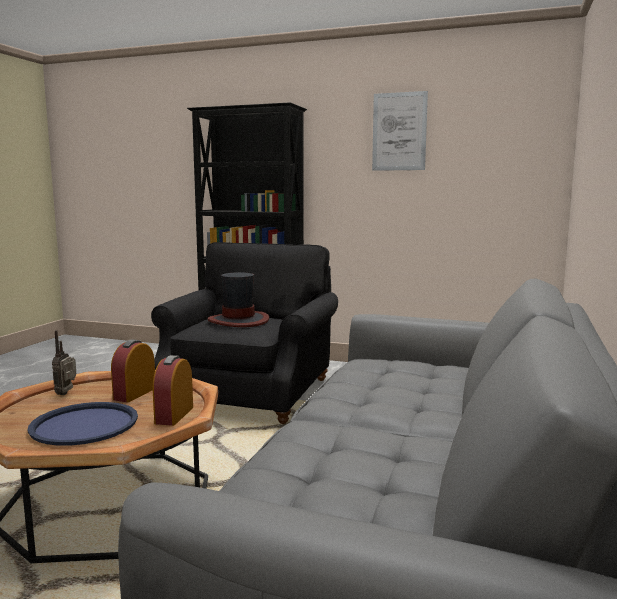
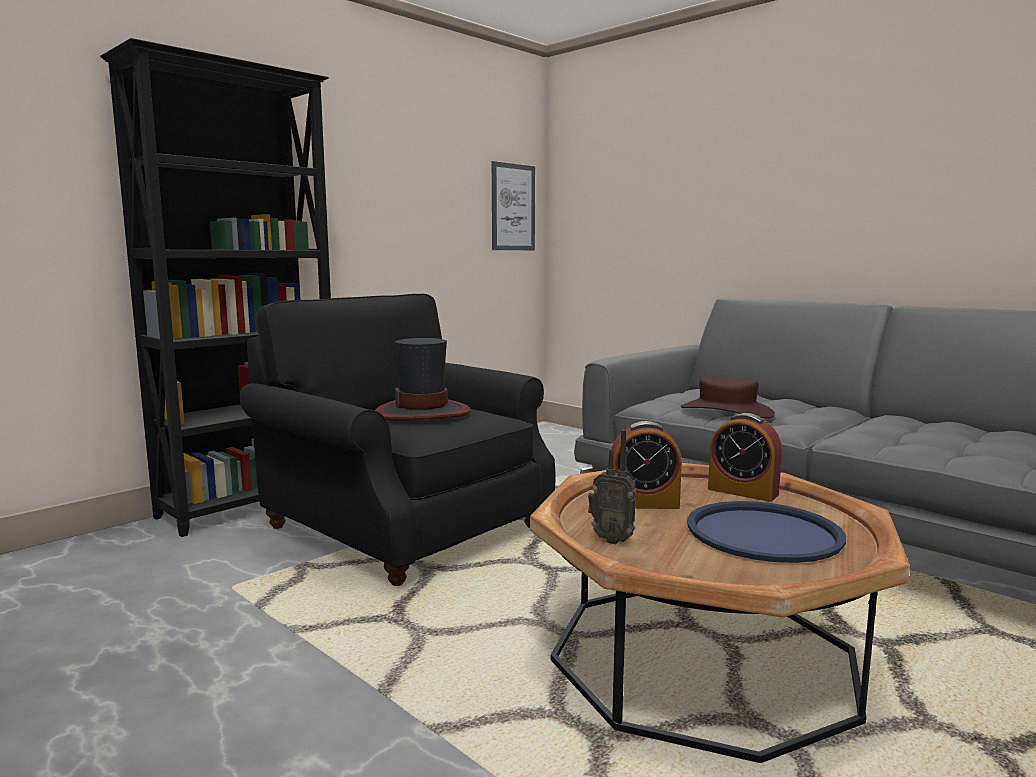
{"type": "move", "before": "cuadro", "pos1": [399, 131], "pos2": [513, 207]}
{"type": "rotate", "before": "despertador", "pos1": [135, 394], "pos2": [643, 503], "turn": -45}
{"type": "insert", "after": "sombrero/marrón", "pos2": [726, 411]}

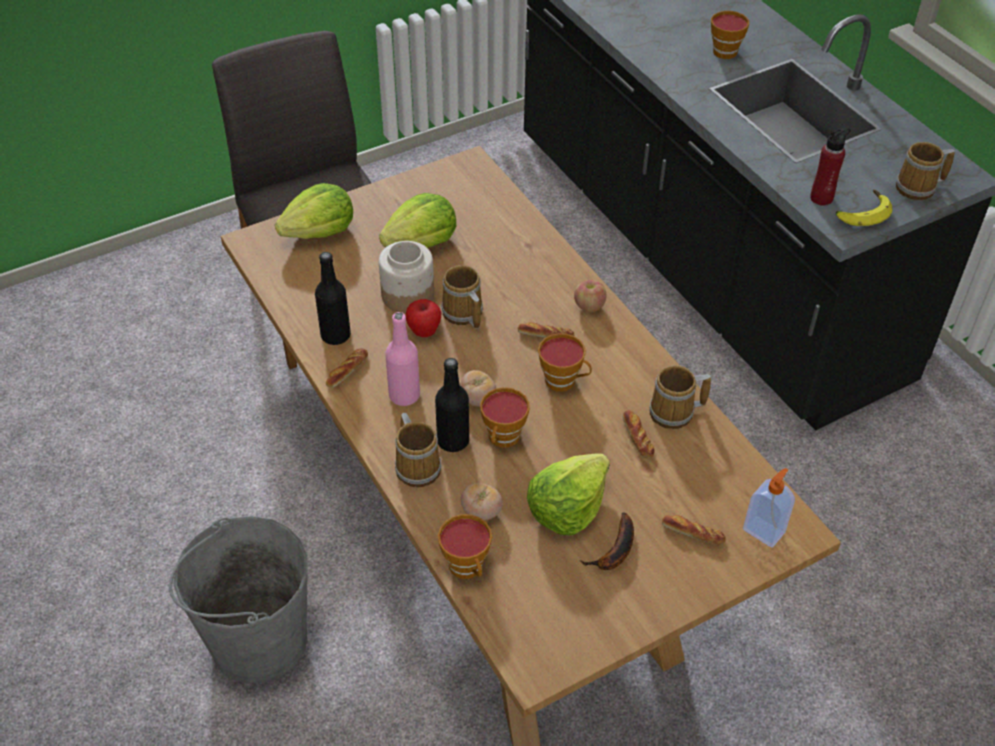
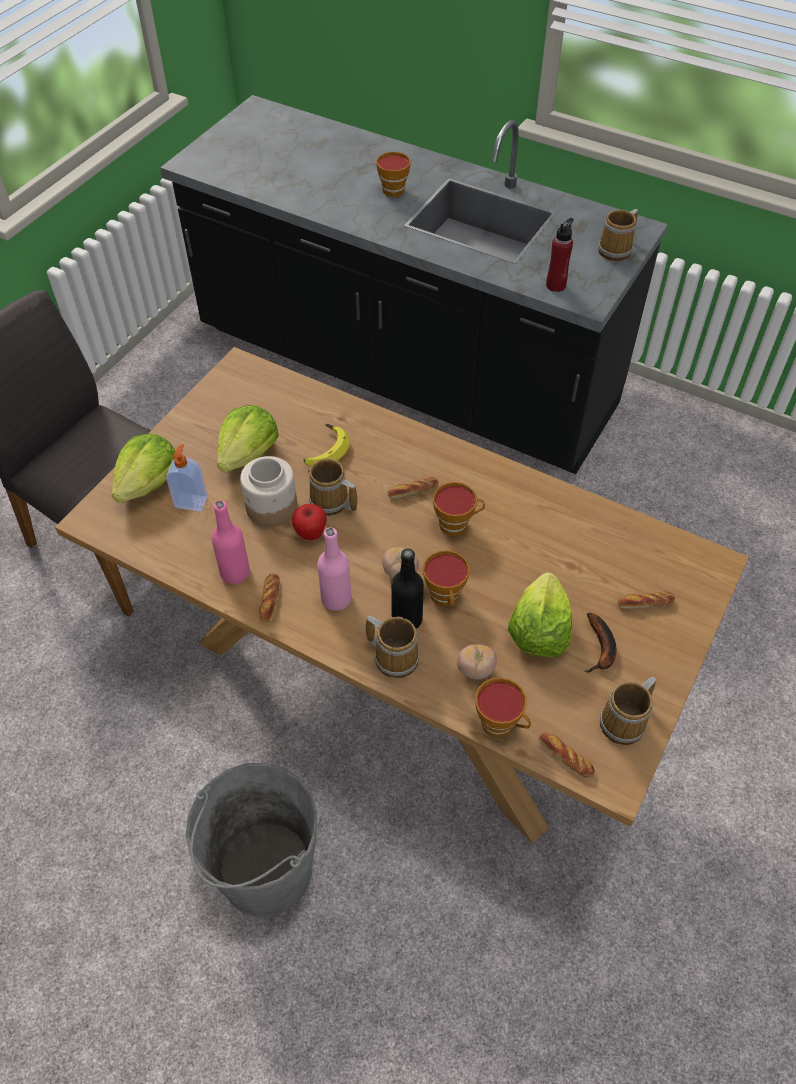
{"type": "move", "before": "dispensador de jabón", "pos1": [764, 530], "pos2": [191, 501]}
{"type": "recolor", "before": "botella/negro", "after": "botella/rosa", "pos1": [335, 335], "pos2": [235, 573]}
{"type": "move", "before": "plátano", "pos1": [861, 213], "pos2": [324, 450]}
{"type": "move", "before": "pan", "pos1": [637, 437], "pos2": [565, 757]}
{"type": "move", "before": "taza grande", "pos1": [675, 413], "pos2": [625, 722]}
{"type": "delete", "before": "manzana", "pos1": [589, 306]}

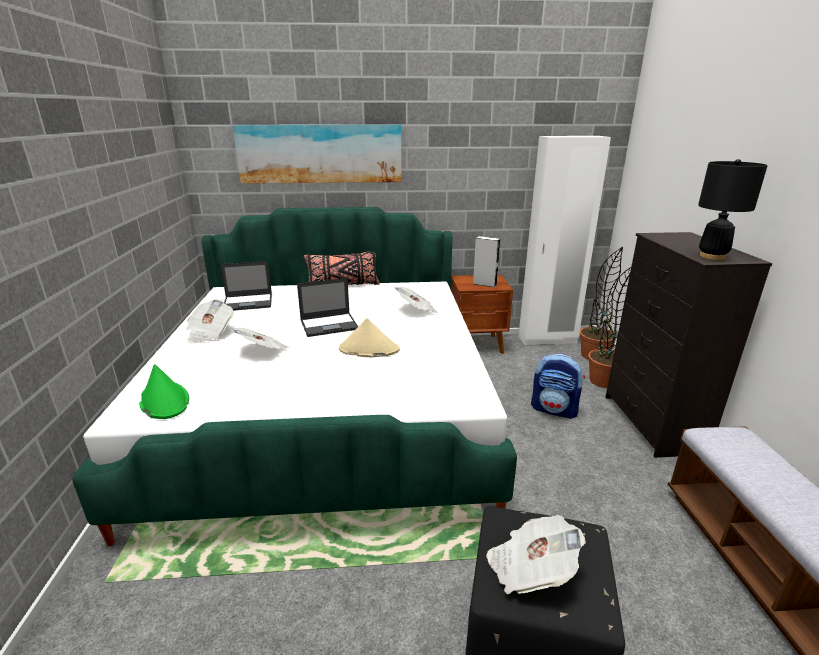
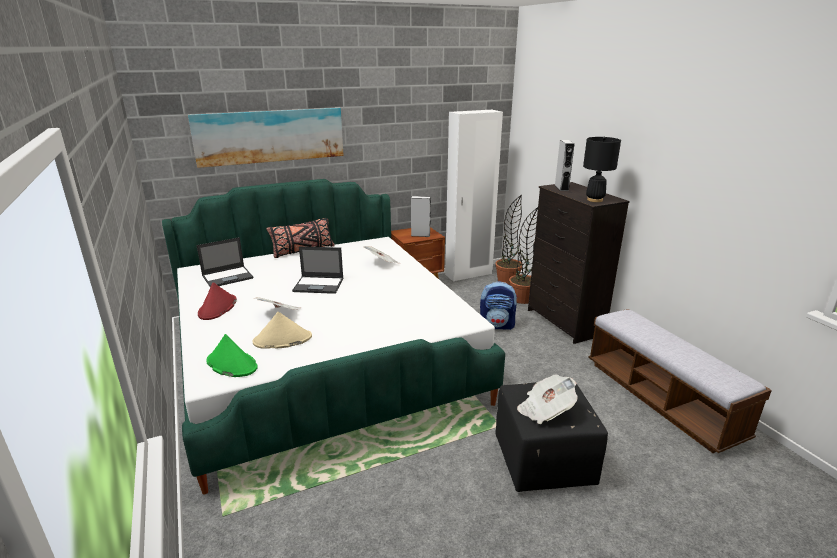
{"type": "replace", "before": "periódico", "after": "sombrero/rojo", "pos1": [210, 333], "pos2": [217, 308]}
{"type": "move", "before": "sombrero/beis", "pos1": [368, 349], "pos2": [282, 340]}
{"type": "rotate", "before": "portátil", "pos1": [330, 325], "pos2": [319, 285], "turn": 45}
{"type": "insert", "after": "altavoz/gris", "pos2": [561, 188]}

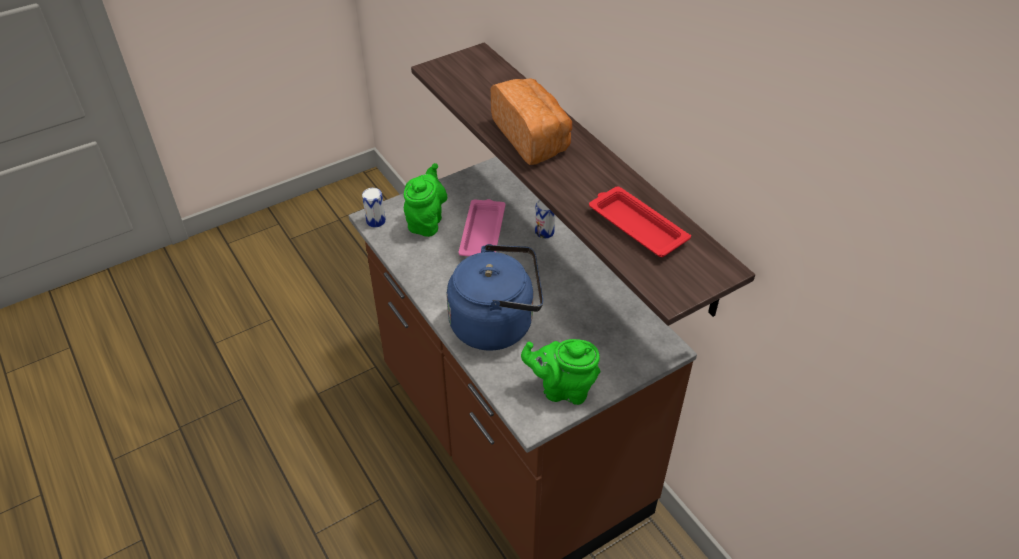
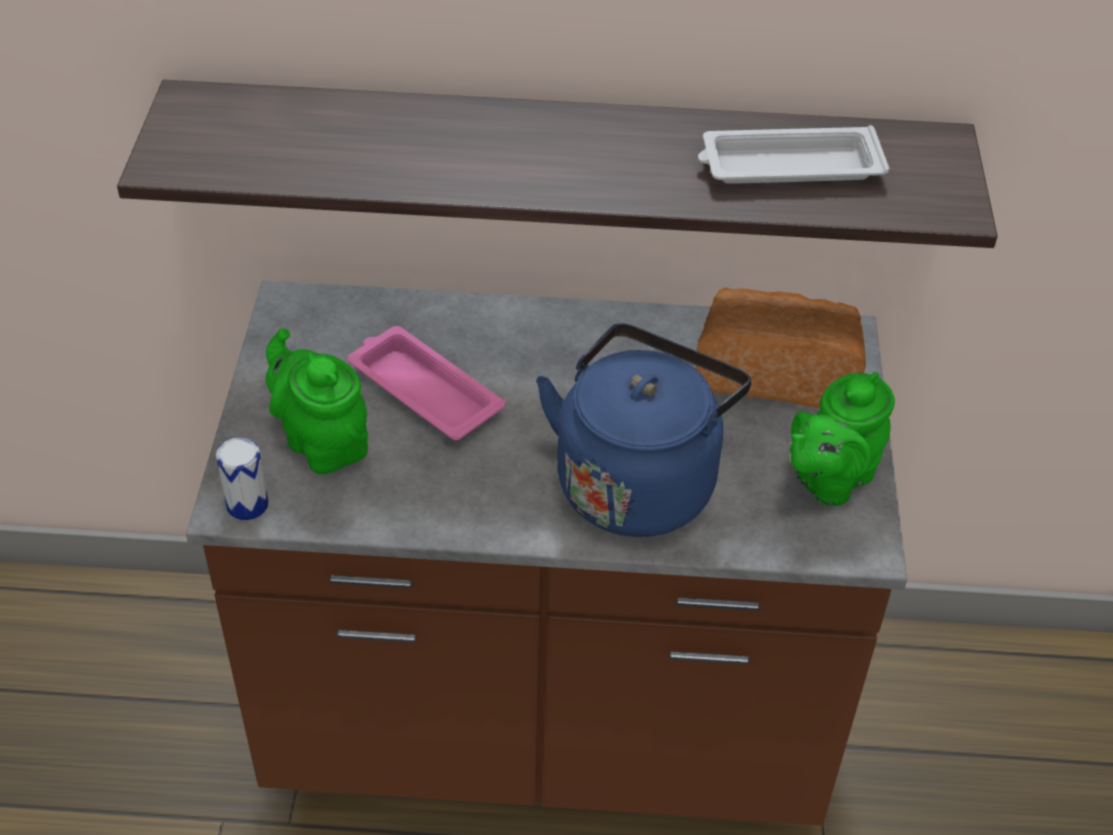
{"type": "move", "before": "pan", "pos1": [532, 137], "pos2": [776, 372]}
{"type": "recolor", "before": "bandeja/rojo", "after": "bandeja/blanco", "pos1": [635, 226], "pos2": [788, 166]}
{"type": "delete", "before": "lata", "pos1": [544, 232]}

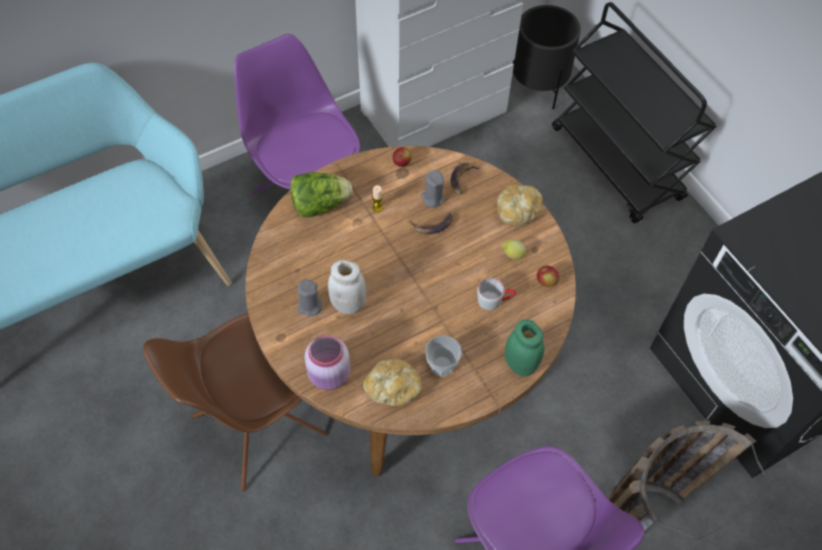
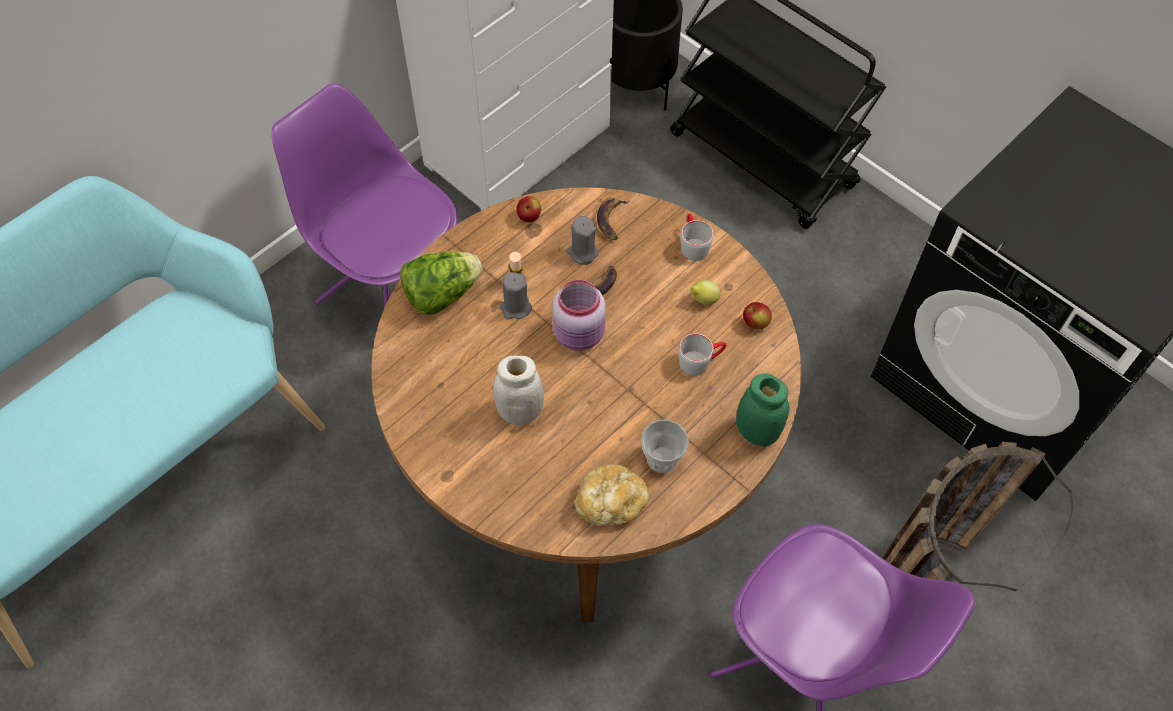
{"type": "move", "before": "vela/gris", "pos1": [309, 306], "pos2": [516, 308]}
{"type": "move", "before": "tarro/rosa", "pos1": [330, 375], "pos2": [580, 335]}
{"type": "replace", "before": "pan", "after": "taza grande/gris", "pos1": [517, 211], "pos2": [692, 244]}
{"type": "delete", "before": "silla/marrón", "pos1": [256, 426]}

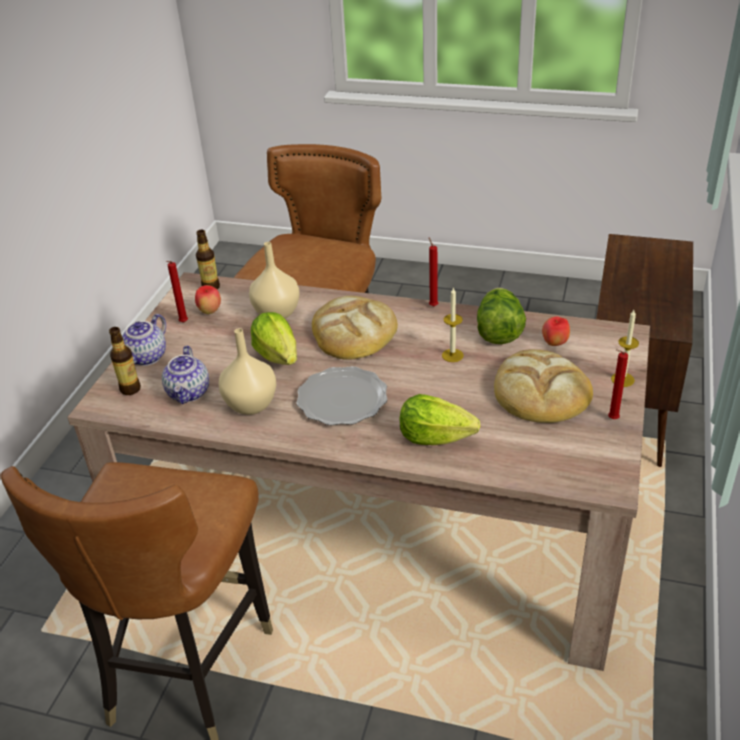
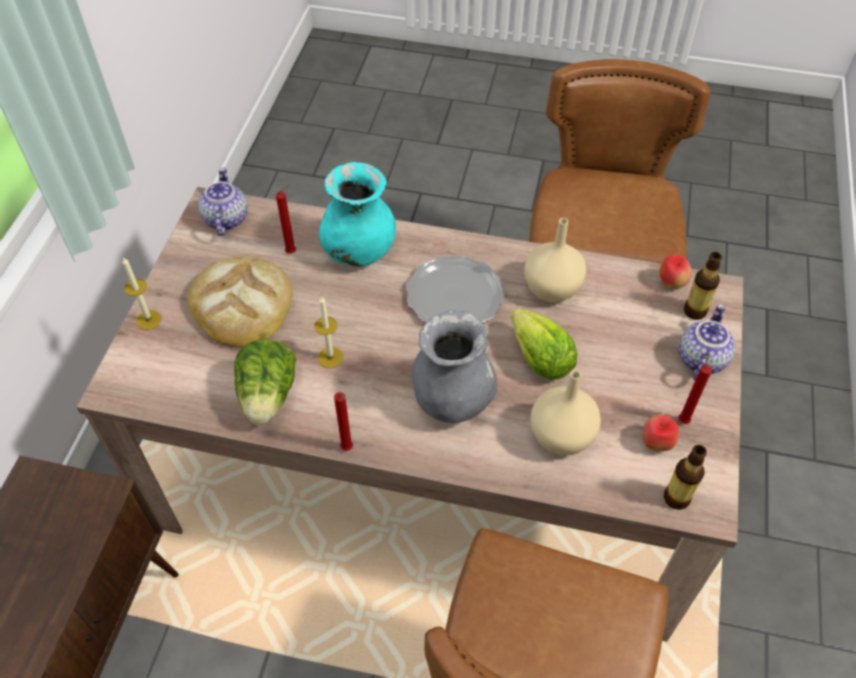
{"type": "move", "before": "tetera", "pos1": [189, 393], "pos2": [225, 218]}
{"type": "move", "before": "vela/rojo", "pos1": [611, 419], "pos2": [293, 252]}
{"type": "replace", "before": "lechuga", "after": "florero/turquesa", "pos1": [434, 437], "pos2": [359, 251]}
{"type": "replace", "before": "pan", "after": "florero/gris", "pos1": [354, 332], "pos2": [452, 399]}
{"type": "move", "before": "manzana", "pos1": [554, 343], "pos2": [671, 283]}

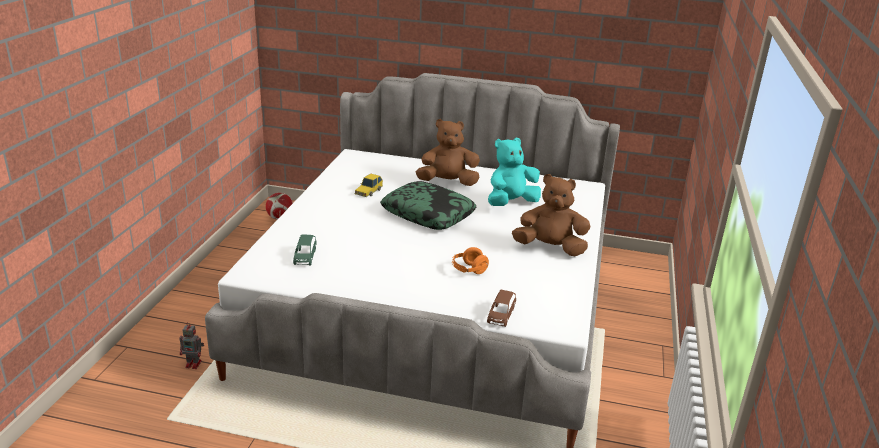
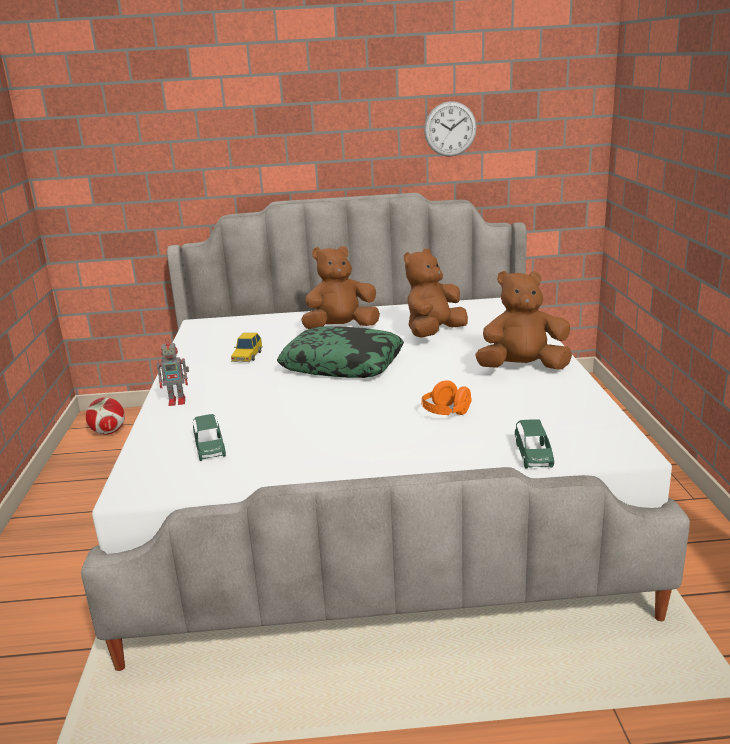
{"type": "move", "before": "robot de juguete", "pos1": [194, 364], "pos2": [178, 401]}
{"type": "recolor", "before": "peluche/turquesa", "after": "peluche/marrón", "pos1": [511, 203], "pos2": [434, 333]}
{"type": "insert", "after": "reloj de pared", "pos2": [450, 129]}
{"type": "recolor", "before": "coche de juguete/marrón", "after": "coche de juguete/verde", "pos1": [501, 315], "pos2": [533, 455]}

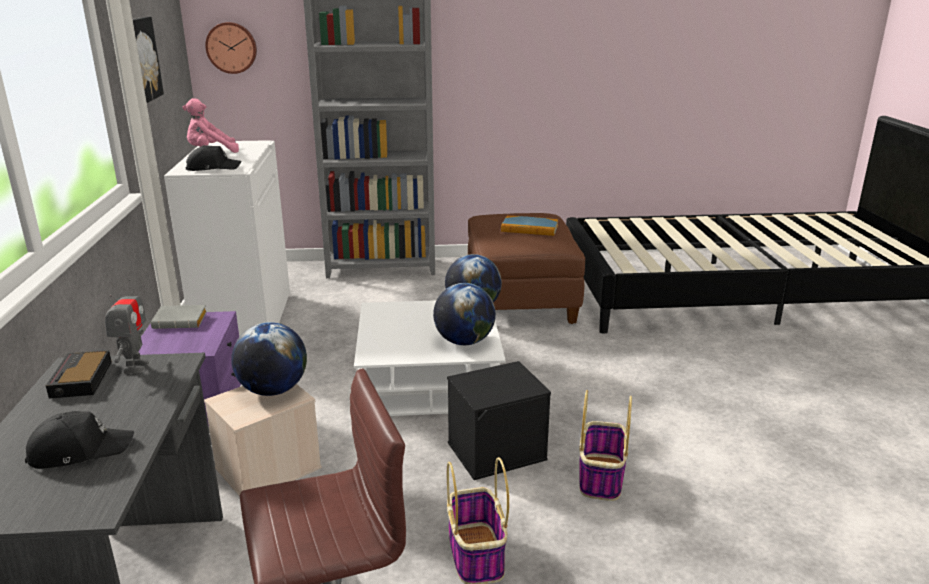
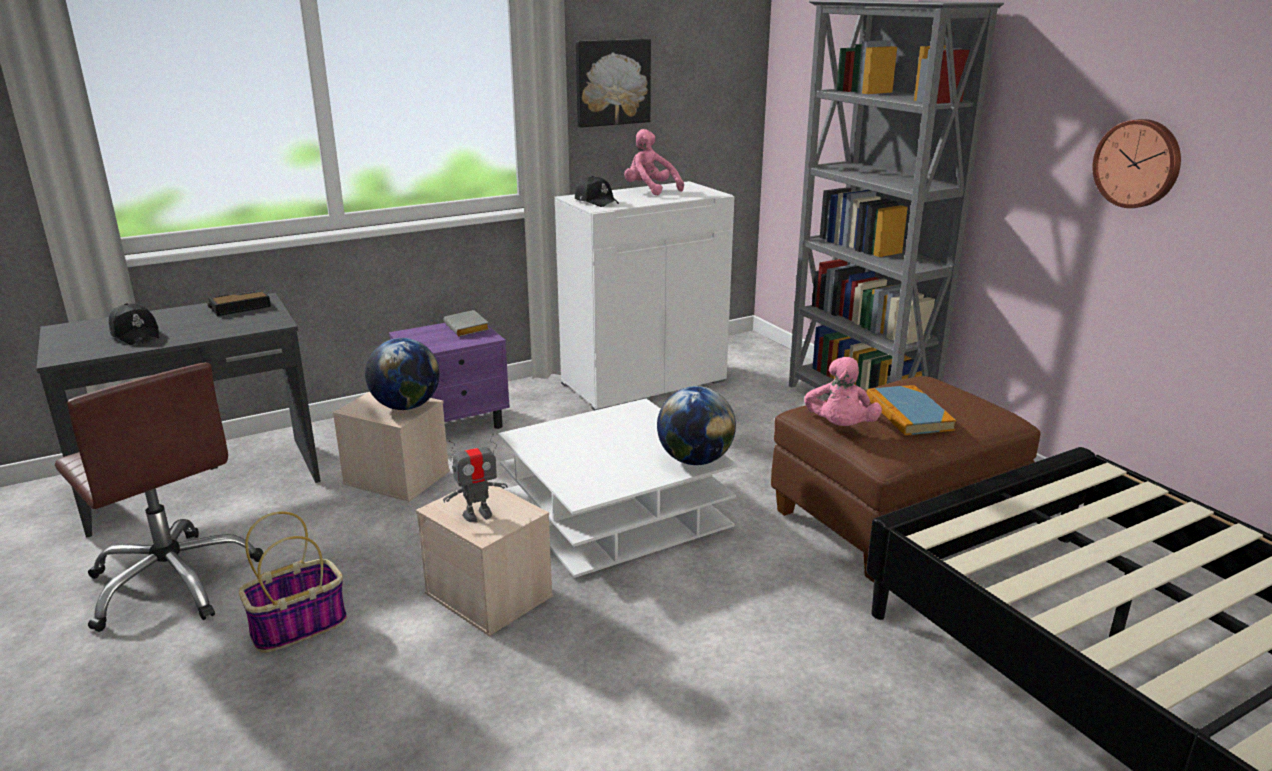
{"type": "recolor", "before": "caja de almacenaje/negro", "after": "caja de almacenaje/beis", "pos1": [497, 450], "pos2": [490, 594]}
{"type": "move", "before": "robot de juguete", "pos1": [135, 367], "pos2": [477, 515]}
{"type": "insert", "after": "peluche/rosa", "pos2": [840, 428]}
{"type": "move", "before": "reloj de pared", "pos1": [231, 47], "pos2": [1138, 163]}
{"type": "delete", "before": "globo terráqueo", "pos1": [464, 341]}
{"type": "delete", "before": "cesta", "pos1": [600, 476]}

